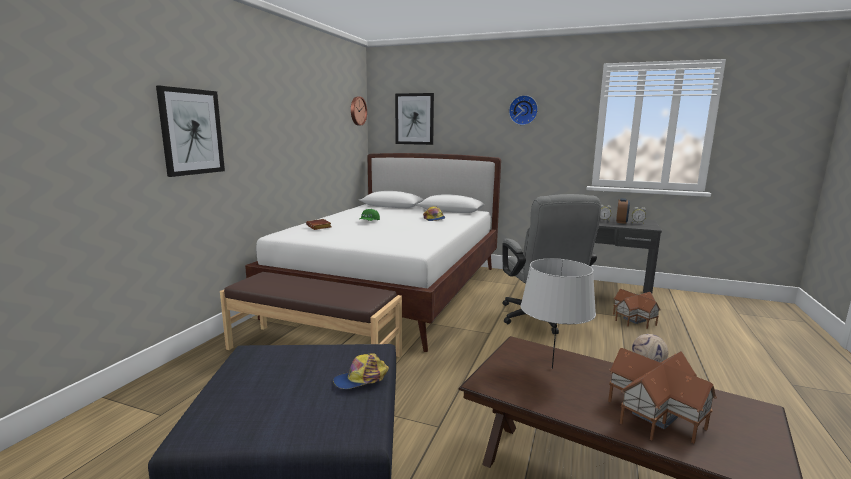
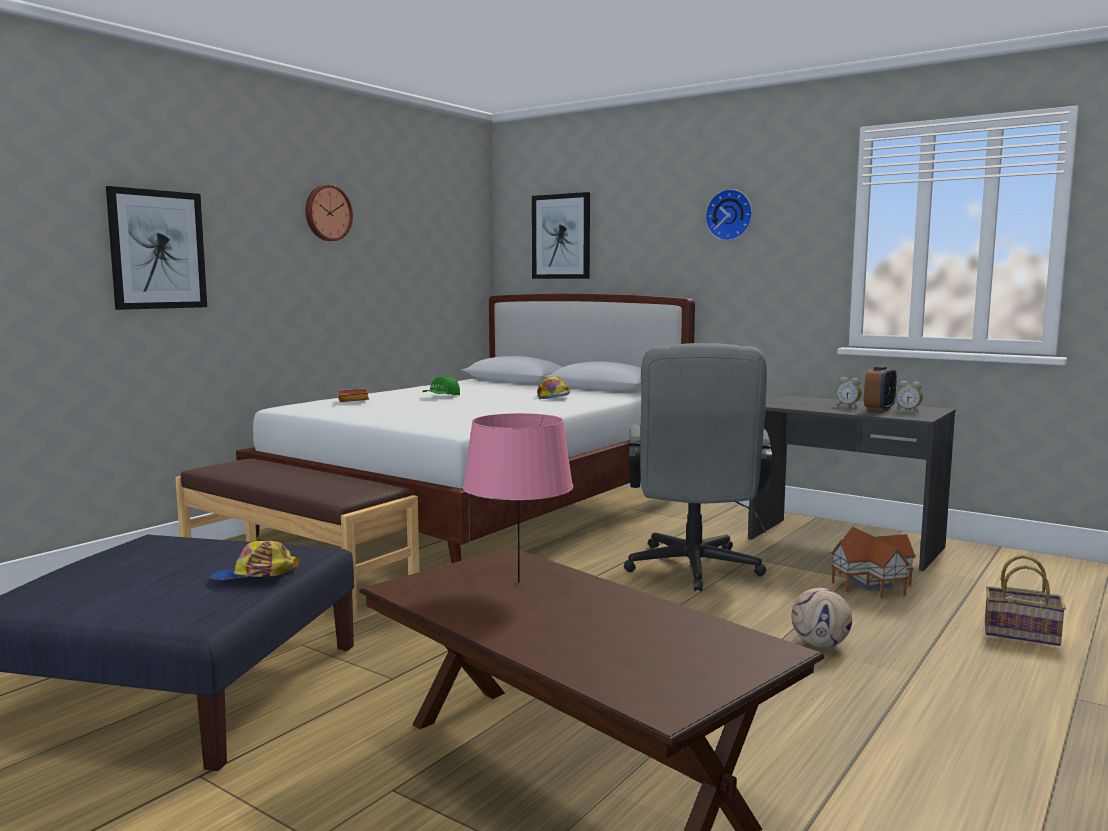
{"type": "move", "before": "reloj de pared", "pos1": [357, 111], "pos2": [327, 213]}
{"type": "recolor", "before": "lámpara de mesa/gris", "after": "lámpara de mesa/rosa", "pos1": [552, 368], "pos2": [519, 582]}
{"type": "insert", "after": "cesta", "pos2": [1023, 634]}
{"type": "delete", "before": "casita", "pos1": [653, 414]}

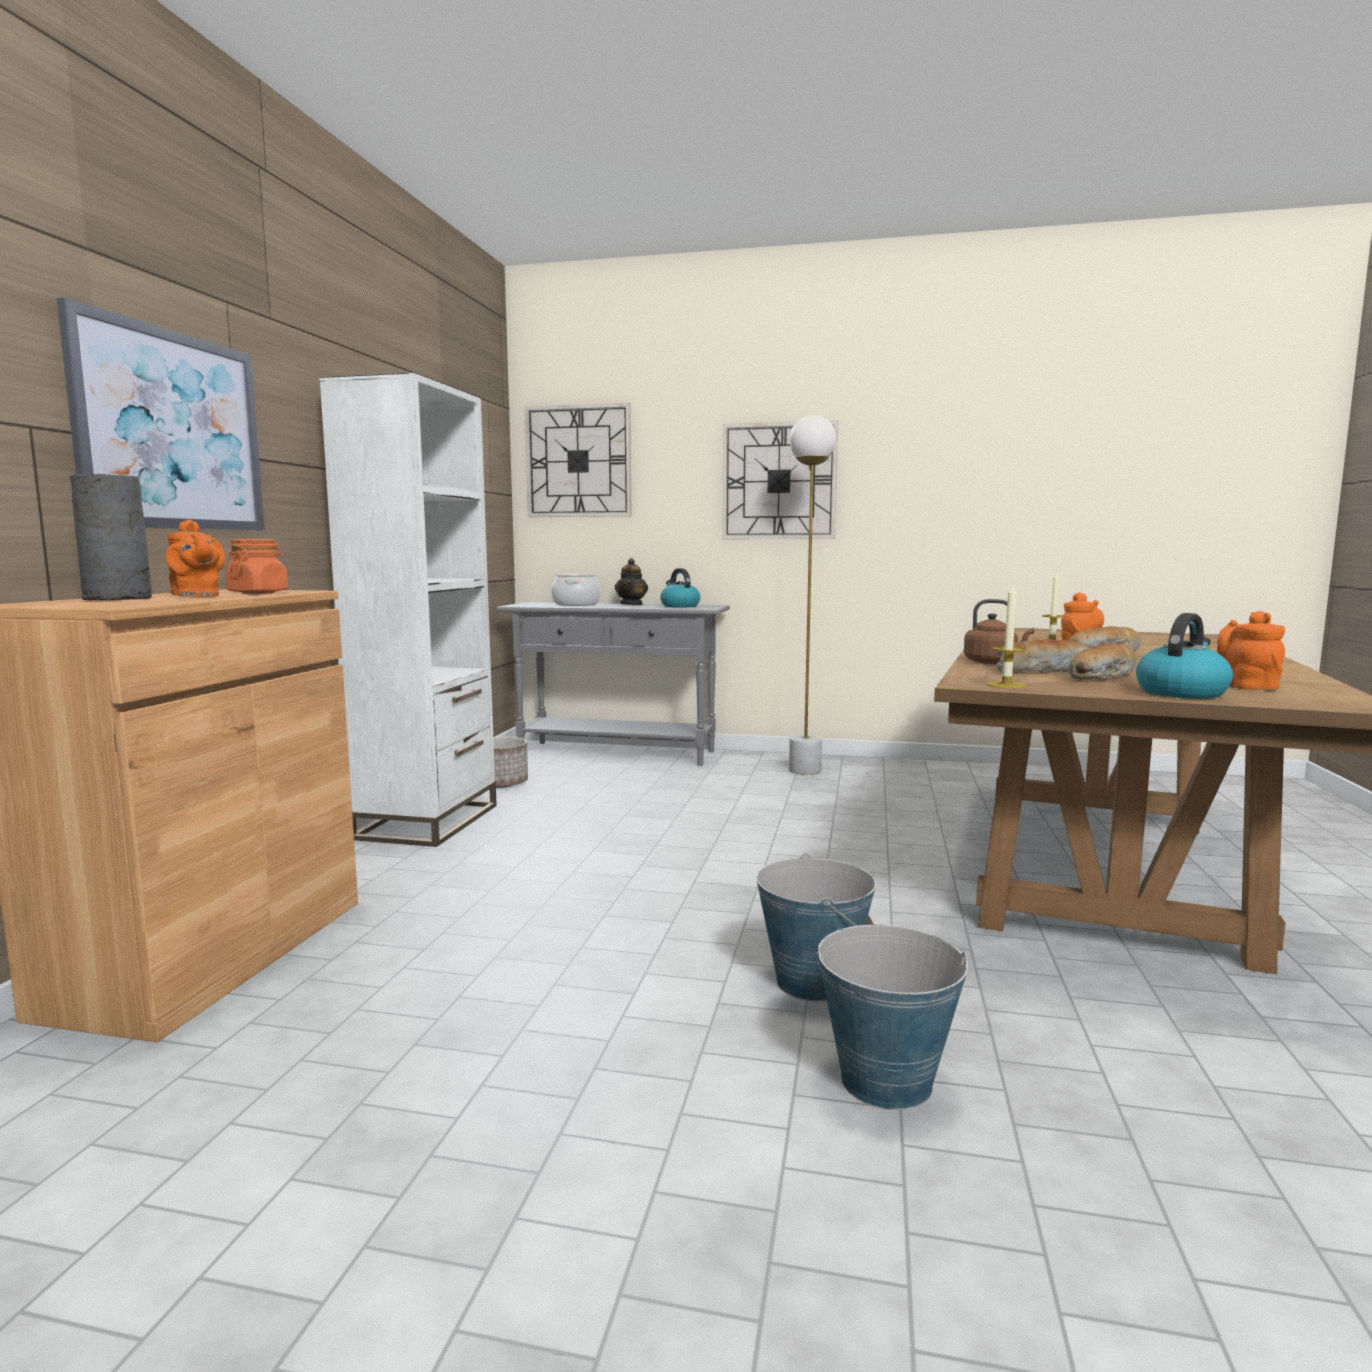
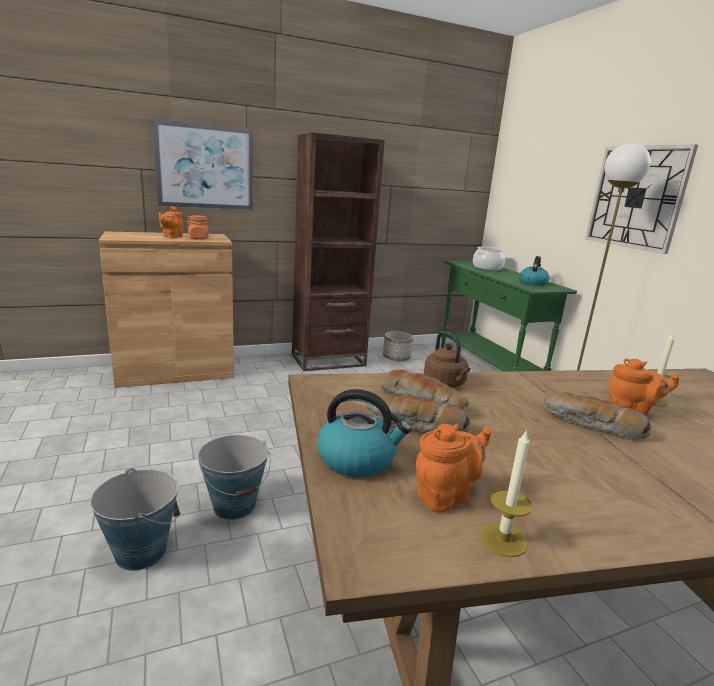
{"type": "recolor", "before": "estantería/blanco", "after": "estantería/marrón", "pos1": [428, 822], "pos2": [328, 360]}
{"type": "recolor", "before": "mesa consola/gris", "after": "mesa consola/verde", "pos1": [617, 754], "pos2": [487, 367]}
{"type": "move", "before": "vela", "pos1": [1006, 685], "pos2": [503, 539]}
{"type": "delete", "before": "florero/gris", "pos1": [119, 598]}
{"type": "delete", "before": "reloj de pared", "pos1": [578, 461]}
{"type": "delete", "before": "tetera", "pos1": [632, 604]}

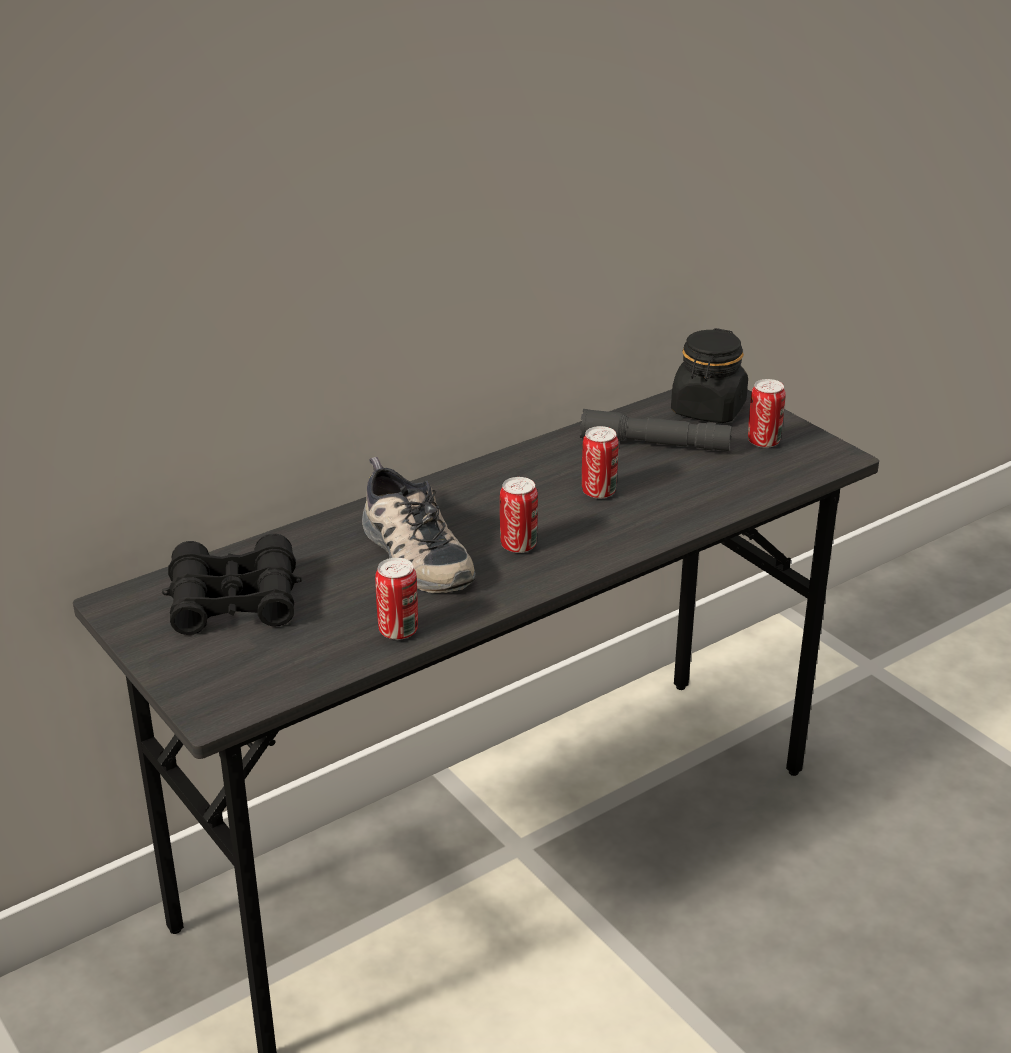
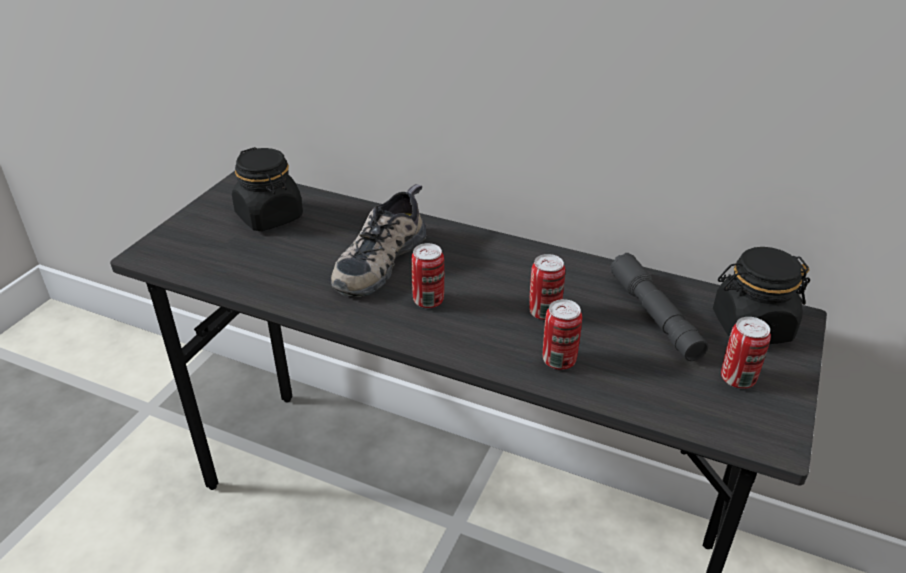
{"type": "replace", "before": "prismáticos/negro", "after": "tarro/negro", "pos1": [234, 601], "pos2": [270, 217]}
{"type": "move", "before": "lata", "pos1": [398, 631], "pos2": [559, 360]}

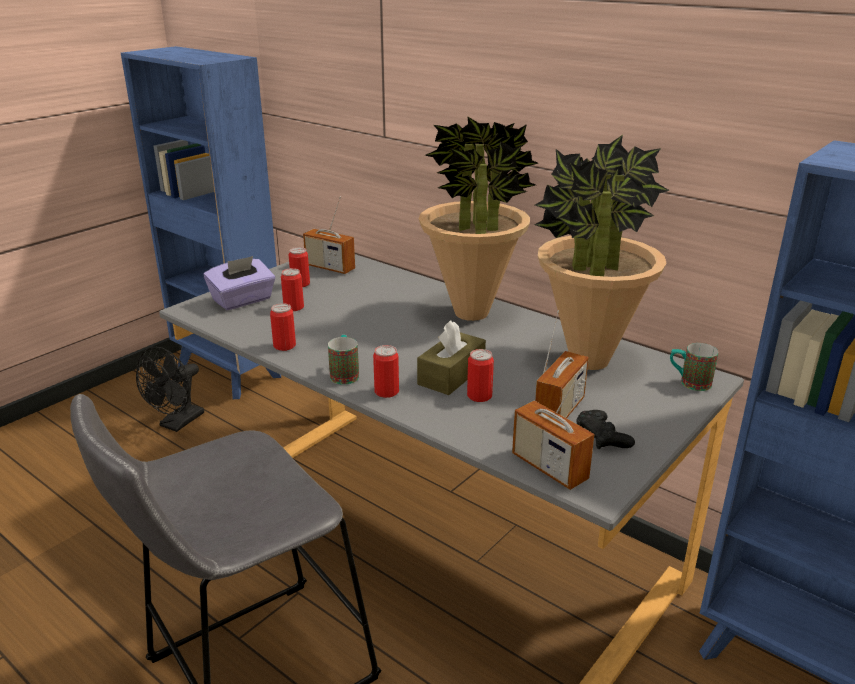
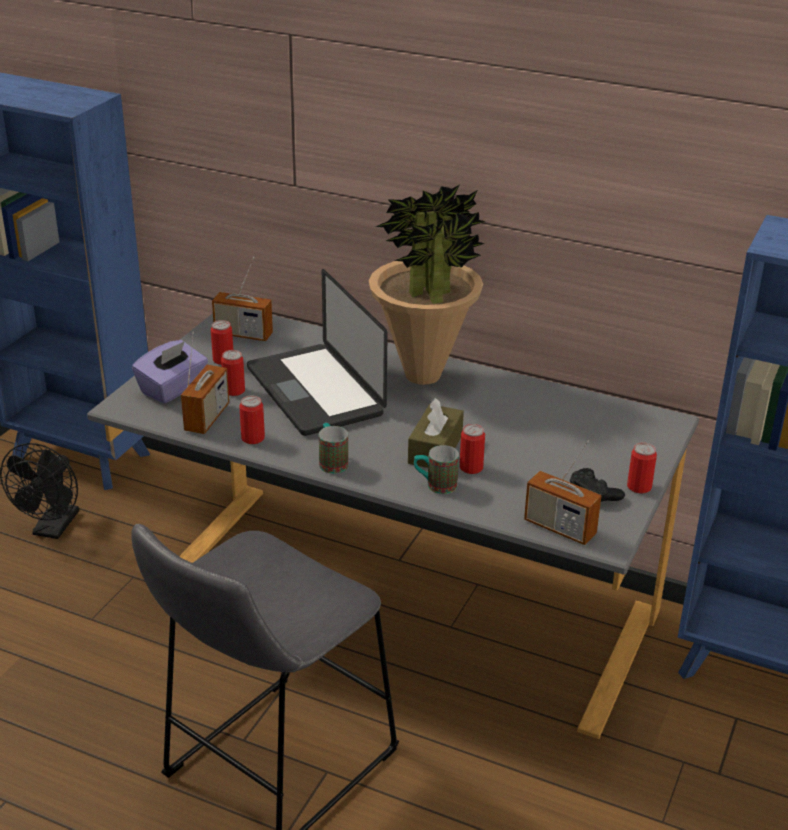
{"type": "move", "before": "radio", "pos1": [559, 411], "pos2": [207, 418]}
{"type": "insert", "after": "portátil", "pos2": [315, 391]}
{"type": "move", "before": "taza grande", "pos1": [688, 382], "pos2": [435, 485]}
{"type": "move", "before": "lata", "pos1": [386, 391], "pos2": [639, 487]}
{"type": "delete", "before": "planta en maceta", "pos1": [588, 361]}

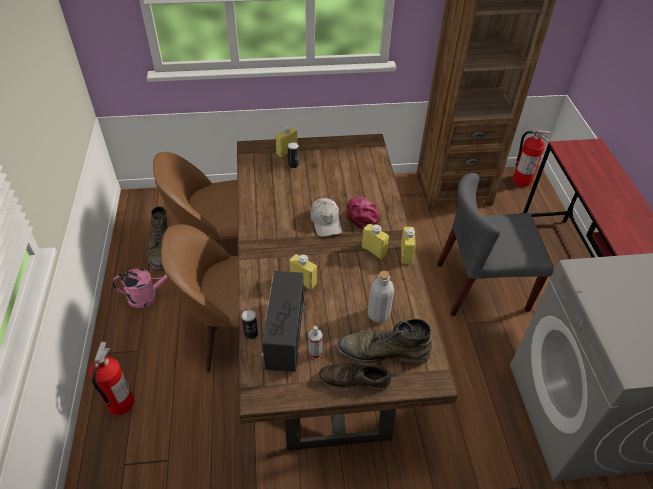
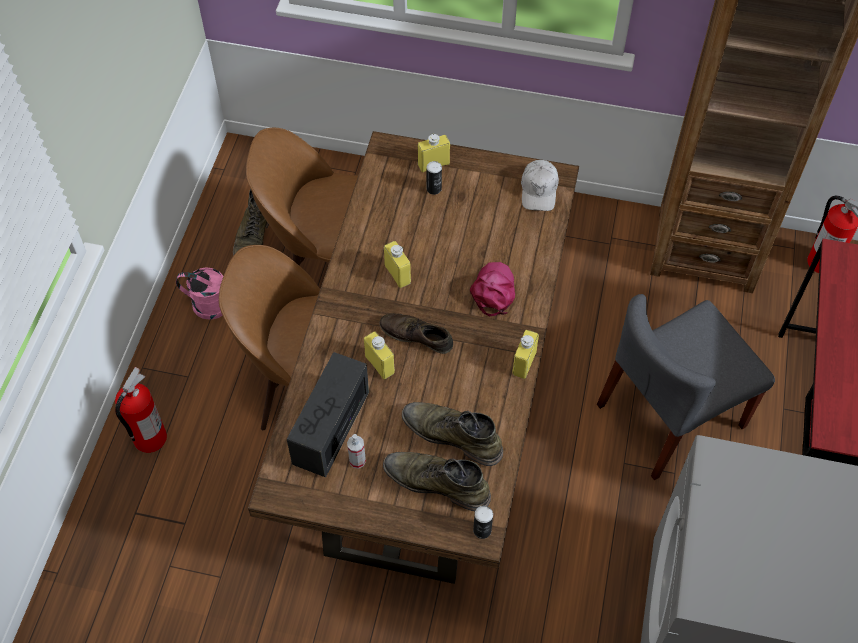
{"type": "move", "before": "zapato/marrón", "pos1": [354, 379], "pos2": [416, 336]}
{"type": "move", "before": "botella/amarillo", "pos1": [374, 250], "pos2": [397, 274]}
{"type": "replace", "before": "botella/gris", "after": "bota/verde", "pos1": [378, 314], "pos2": [452, 435]}
{"type": "move", "before": "lata", "pos1": [251, 333], "pos2": [482, 530]}
{"type": "move", "before": "gorra/blanco", "pos1": [326, 221], "pos2": [539, 190]}
{"type": "rotate", "before": "silla/gris", "pos1": [481, 287], "pos2": [670, 416], "turn": -45}

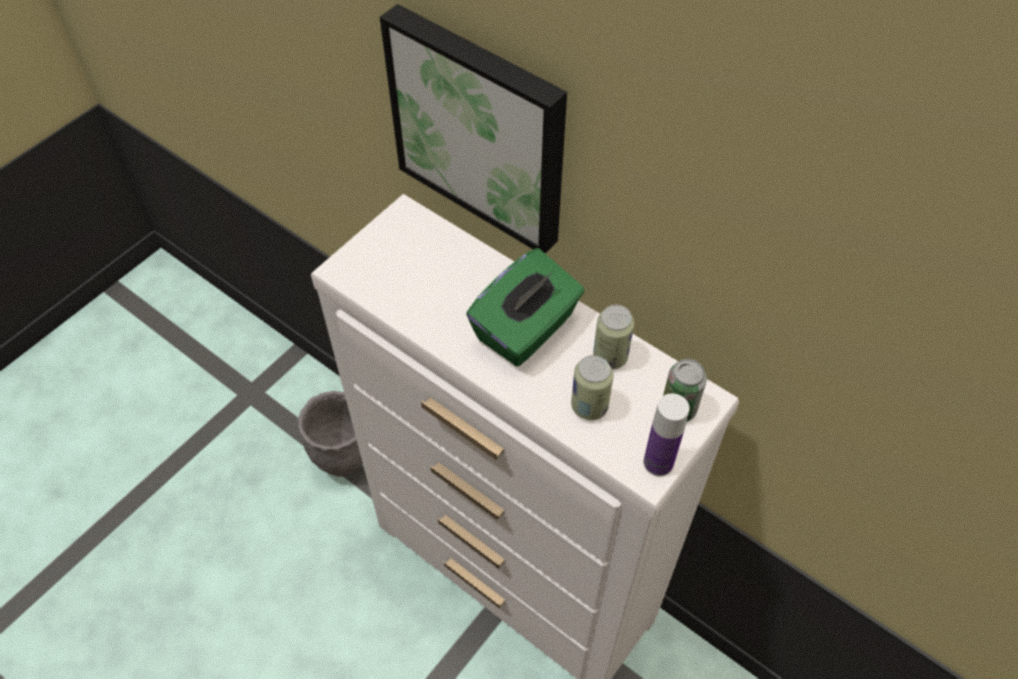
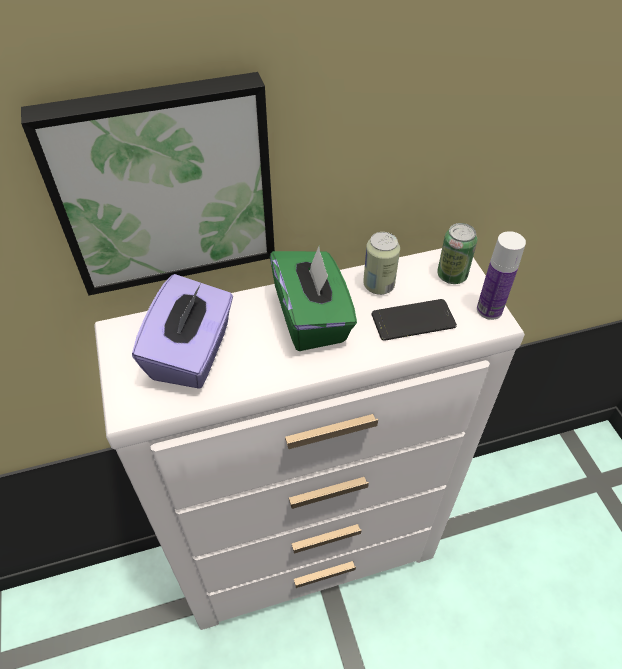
{"type": "insert", "after": "caja de pañuelos/morado", "pos2": [192, 353]}
{"type": "replace", "before": "lata", "after": "móvil", "pos1": [589, 406], "pos2": [413, 320]}
{"type": "delete", "before": "maceta/gris", "pos1": [343, 461]}

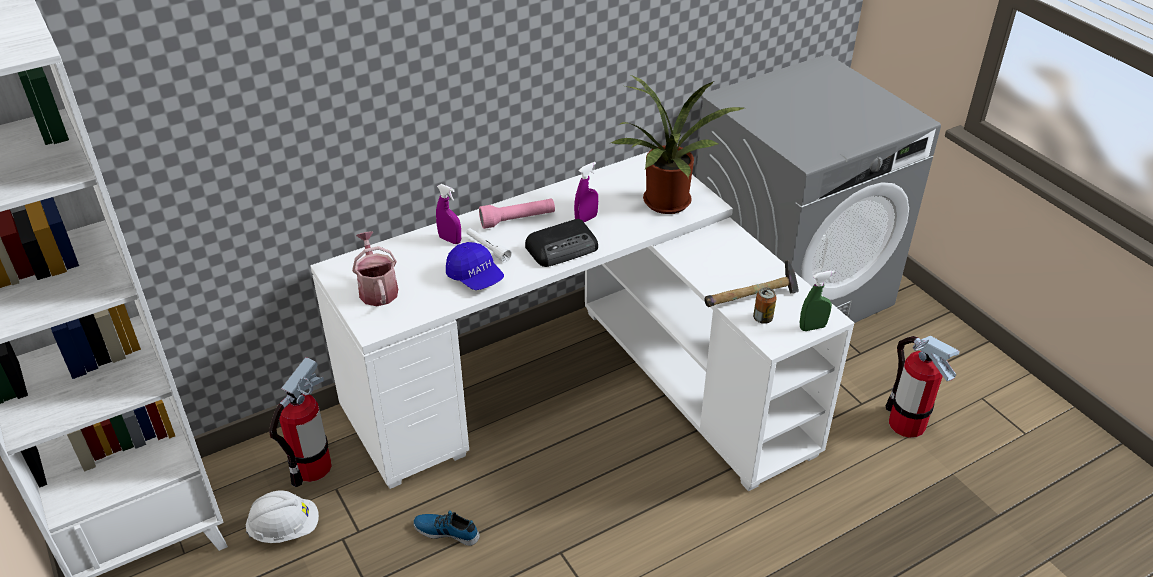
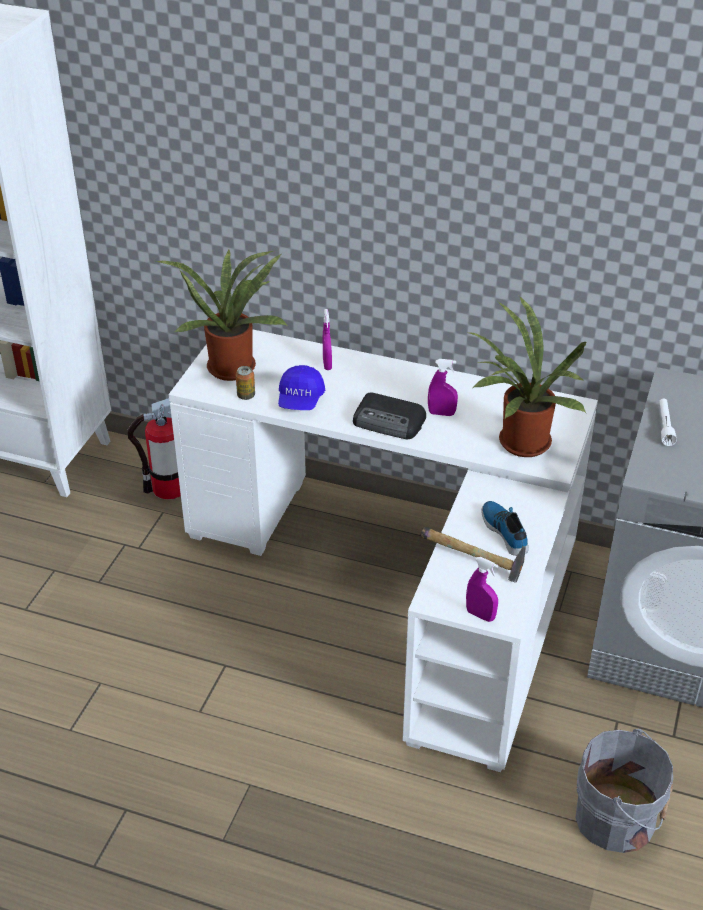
{"type": "replace", "before": "regadera", "after": "planta en maceta", "pos1": [377, 289], "pos2": [233, 365]}
{"type": "move", "before": "lata", "pos1": [762, 318], "pos2": [246, 395]}
{"type": "recolor", "before": "pulverizador/verde", "after": "pulverizador/morado", "pos1": [812, 327], "pos2": [480, 615]}
{"type": "move", "before": "zapato", "pos1": [447, 530], "pos2": [505, 531]}
{"type": "replace", "before": "extintor", "after": "cubo/gris", "pos1": [906, 423], "pos2": [619, 819]}
{"type": "move", "before": "linterna/blanco", "pos1": [487, 248], "pos2": [665, 426]}
{"type": "delete", "before": "casco/blanco", "pos1": [285, 529]}
{"type": "delete", "before": "linterna/rosa", "pos1": [517, 220]}

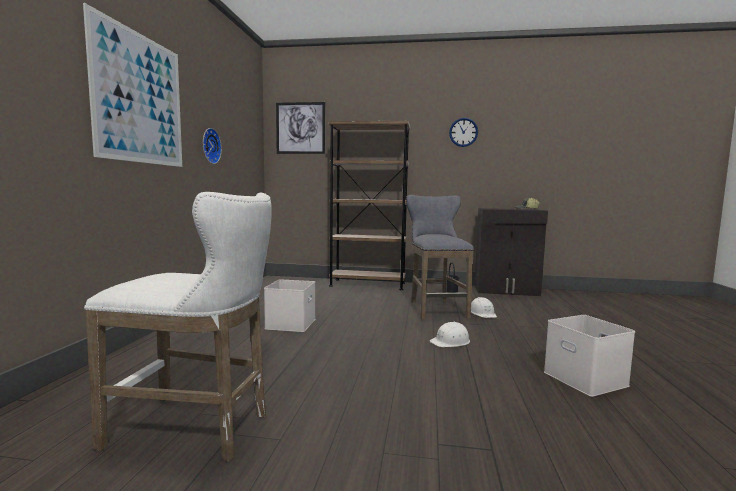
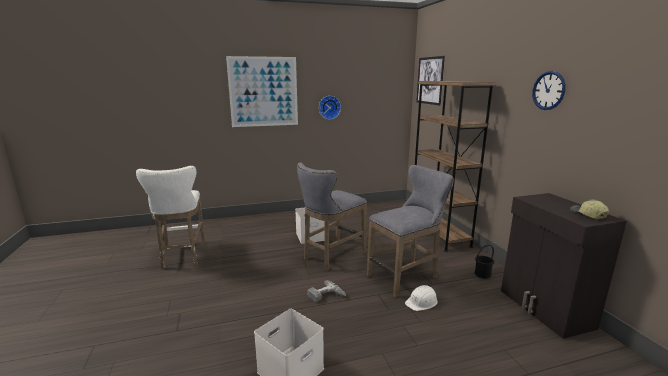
{"type": "insert", "after": "taburete/gris", "pos2": [331, 256]}
{"type": "replace", "before": "casco/blanco", "after": "taladro", "pos1": [451, 341], "pos2": [326, 296]}

